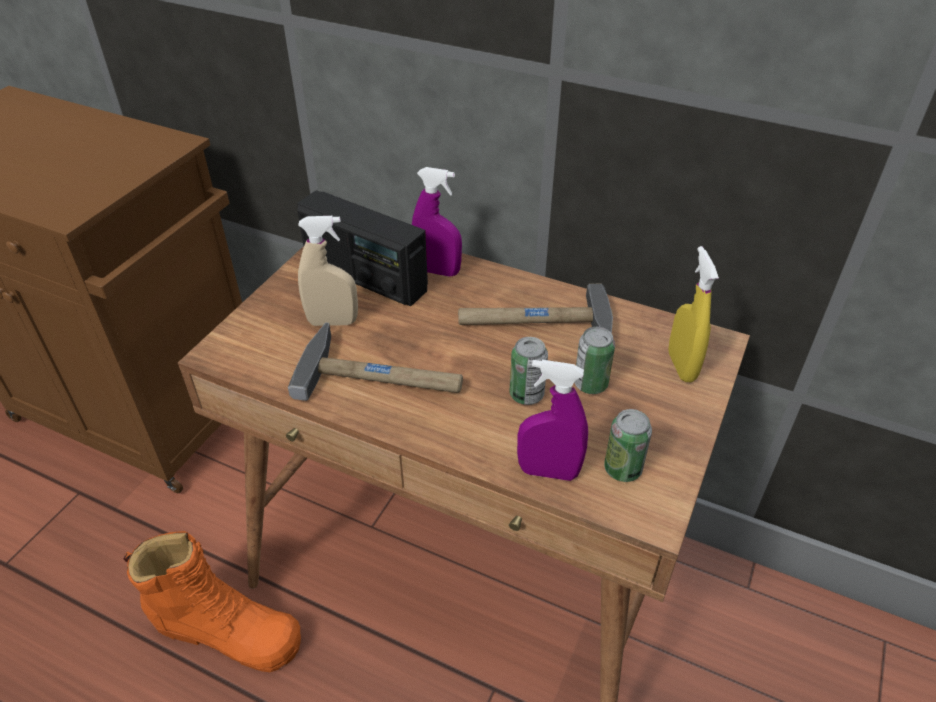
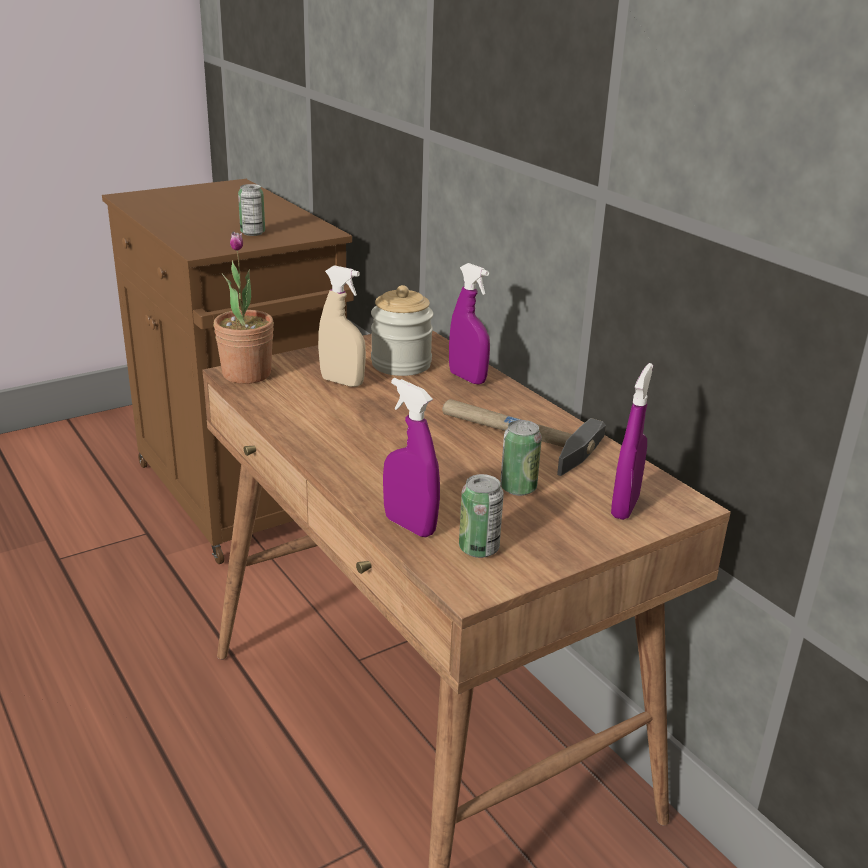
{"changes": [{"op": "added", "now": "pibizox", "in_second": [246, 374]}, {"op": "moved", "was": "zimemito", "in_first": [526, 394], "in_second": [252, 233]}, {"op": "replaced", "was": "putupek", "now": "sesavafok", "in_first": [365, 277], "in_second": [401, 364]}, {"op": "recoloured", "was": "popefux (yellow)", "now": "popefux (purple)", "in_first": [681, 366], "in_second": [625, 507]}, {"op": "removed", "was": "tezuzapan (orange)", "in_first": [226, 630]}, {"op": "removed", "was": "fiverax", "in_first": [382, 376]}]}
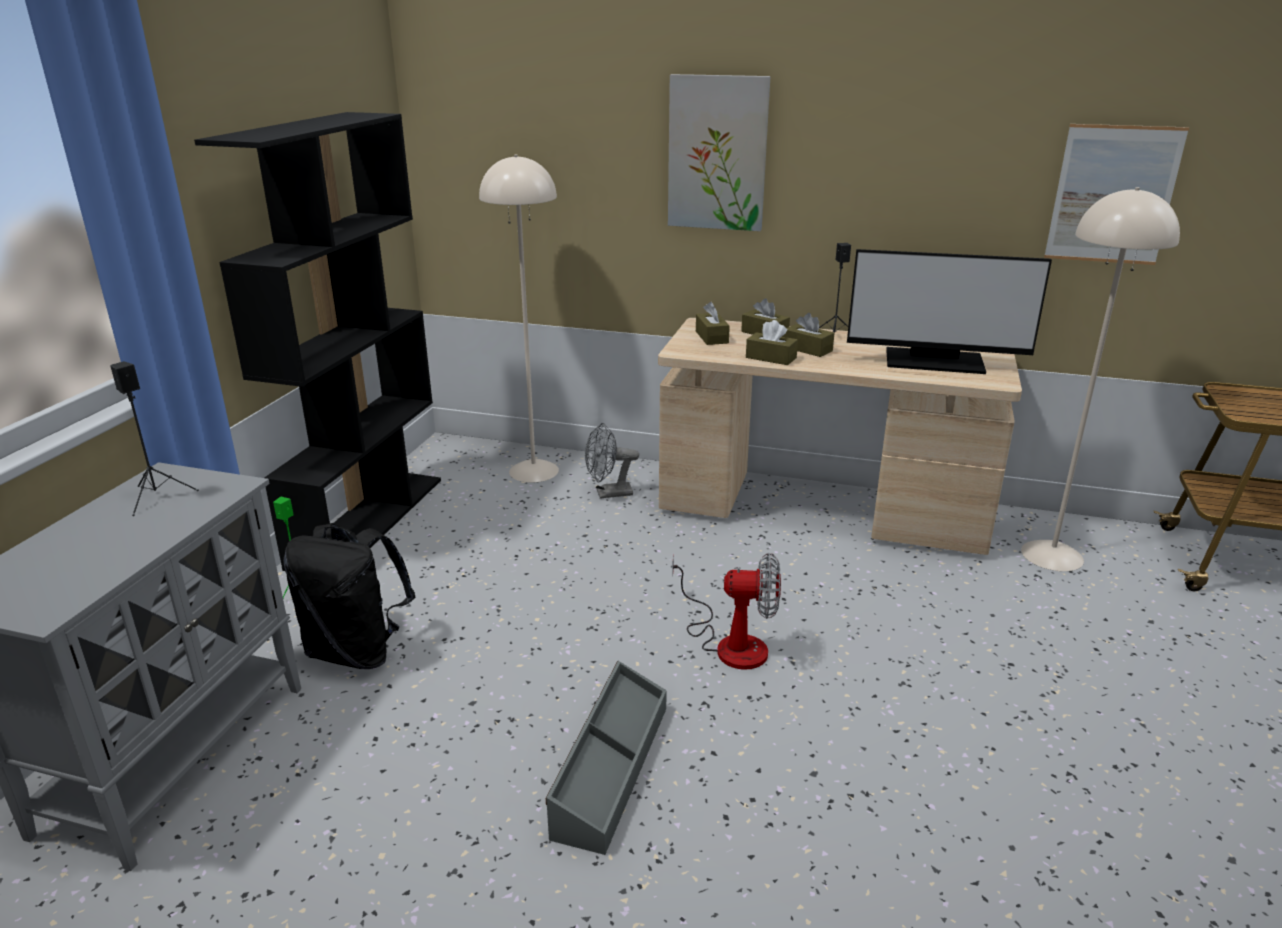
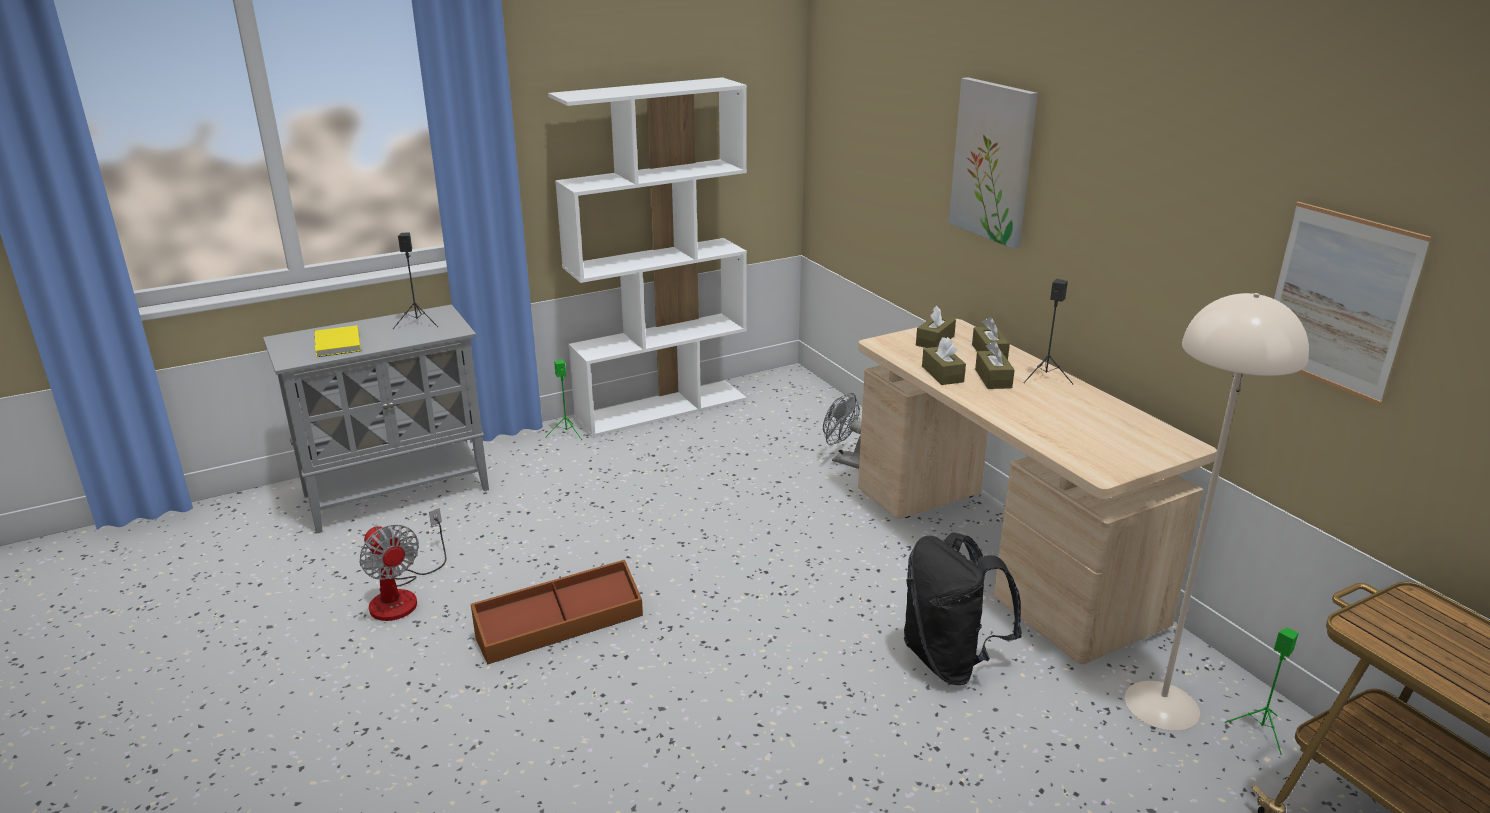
{"changes": [{"op": "added", "now": "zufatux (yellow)", "in_second": [337, 344]}, {"op": "moved", "was": "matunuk", "in_first": [730, 642], "in_second": [402, 595]}, {"op": "recoloured", "was": "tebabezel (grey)", "now": "tebabezel (brown)", "in_first": [609, 768], "in_second": [559, 625]}, {"op": "recoloured", "was": "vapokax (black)", "now": "vapokax (white)", "in_first": [368, 521], "in_second": [662, 408]}, {"op": "moved", "was": "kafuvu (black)", "in_first": [357, 651], "in_second": [950, 661]}, {"op": "added", "now": "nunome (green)", "in_second": [1261, 730]}, {"op": "removed", "was": "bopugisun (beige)", "in_first": [534, 470]}, {"op": "removed", "was": "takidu", "in_first": [934, 362]}]}
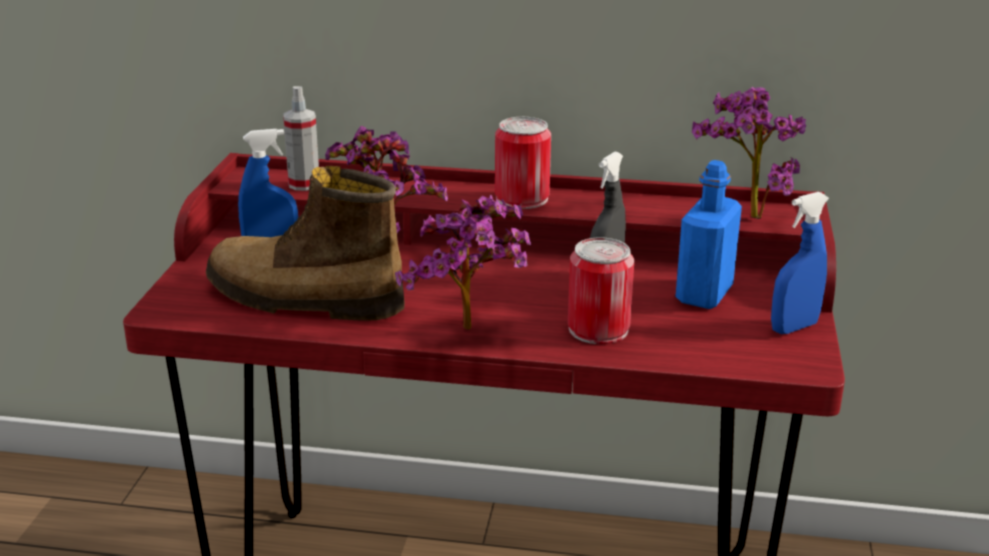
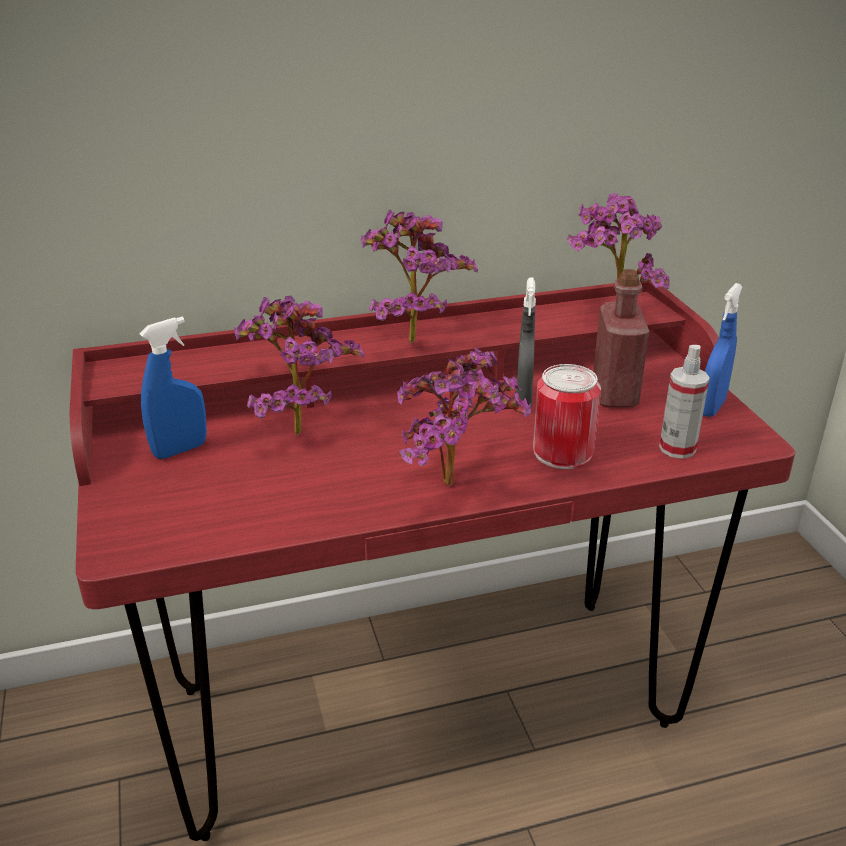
{"changes": [{"op": "replaced", "was": "zimemito", "now": "pibizox", "in_first": [522, 198], "in_second": [410, 337]}, {"op": "recoloured", "was": "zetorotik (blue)", "now": "zetorotik (red)", "in_first": [704, 294], "in_second": [614, 394]}, {"op": "moved", "was": "popefux", "in_first": [304, 184], "in_second": [677, 448]}, {"op": "removed", "was": "tezuzapan", "in_first": [303, 300]}]}
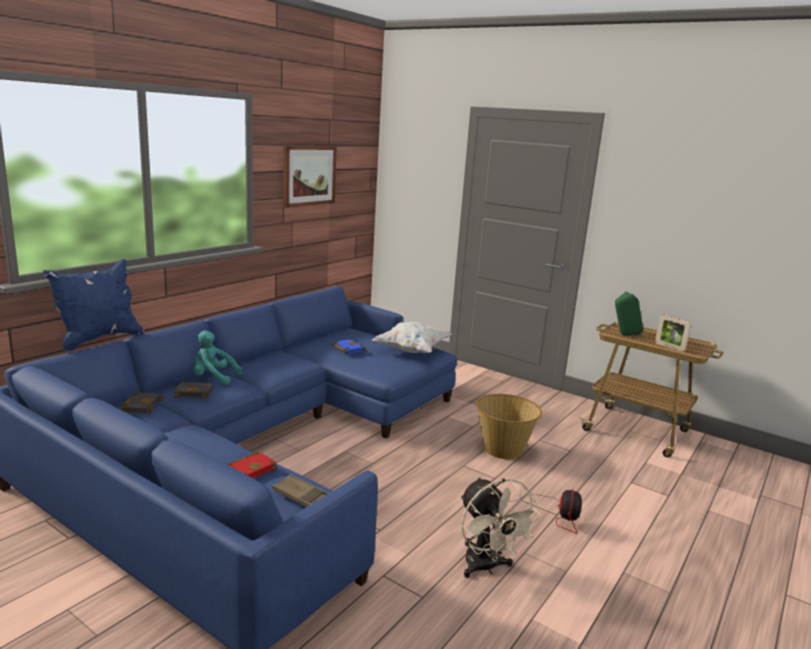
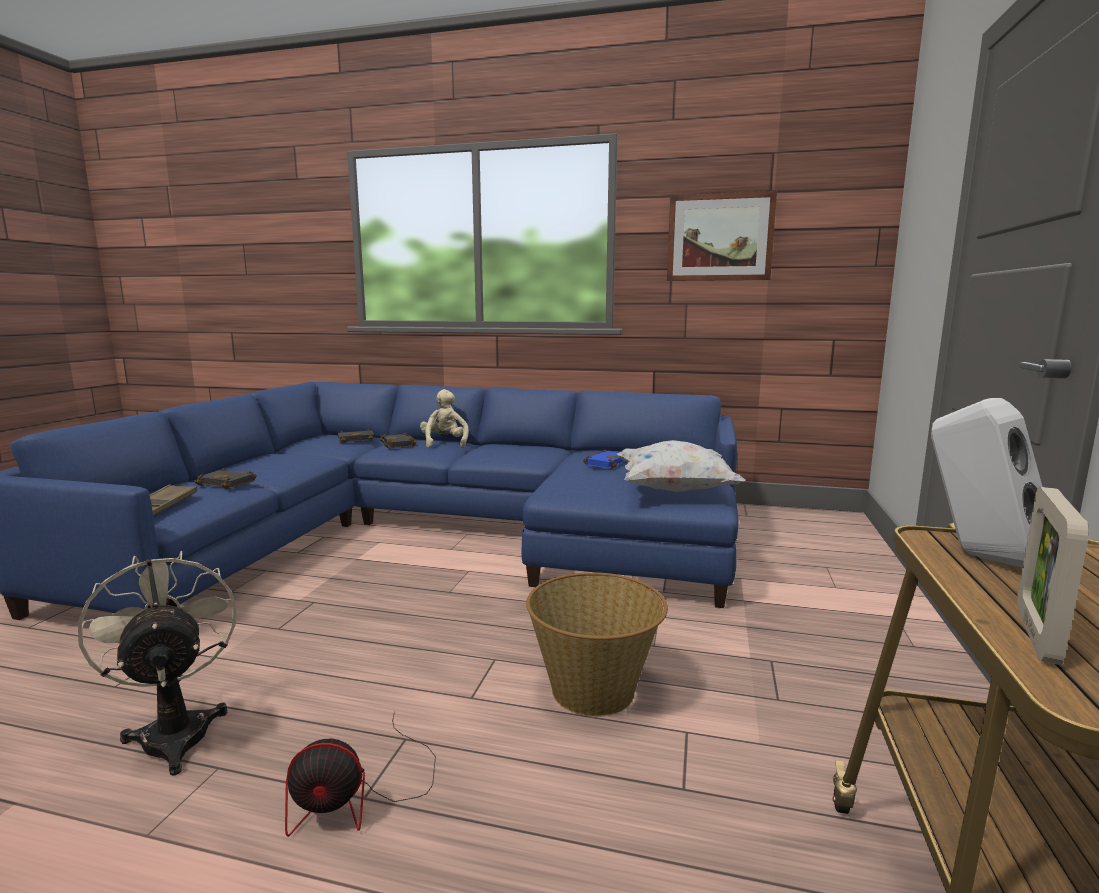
{"changes": [{"op": "turned", "was": "matunuk (beige)", "in_first": [486, 567], "in_second": [176, 730], "clockwise": 105}, {"op": "recoloured", "was": "zufatux (red)", "now": "zufatux (black)", "in_first": [251, 470], "in_second": [229, 483]}, {"op": "recoloured", "was": "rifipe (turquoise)", "now": "rifipe (beige)", "in_first": [213, 378], "in_second": [445, 443]}, {"op": "recoloured", "was": "nunome (green)", "now": "nunome (white)", "in_first": [624, 335], "in_second": [976, 555]}, {"op": "removed", "was": "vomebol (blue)", "in_first": [99, 339]}]}
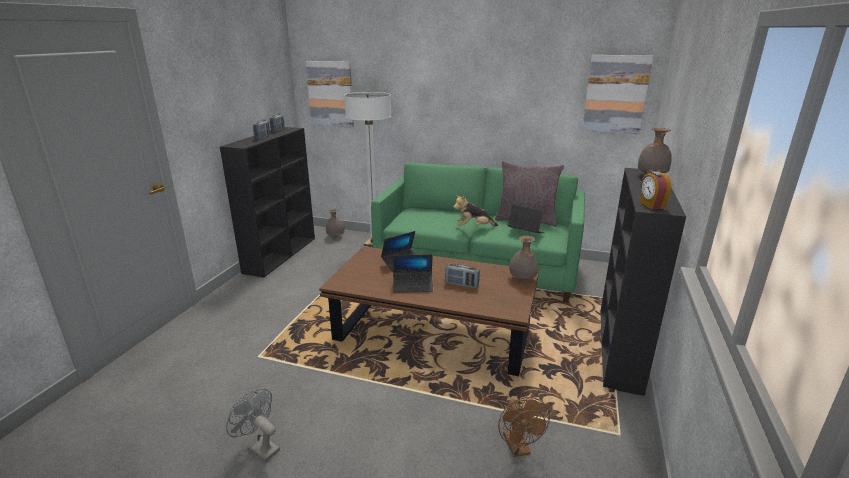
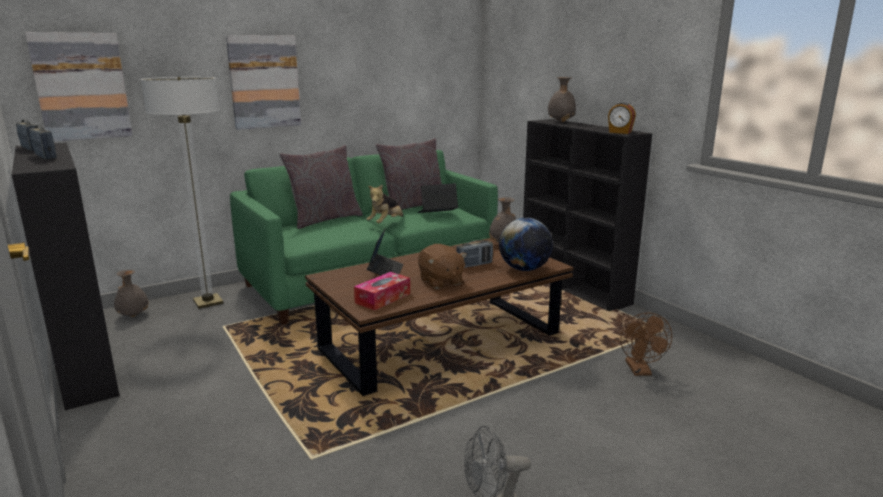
{"changes": [{"op": "moved", "was": "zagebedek", "in_first": [615, 94], "in_second": [264, 82]}, {"op": "added", "now": "vomebol (grey)", "in_second": [324, 219]}, {"op": "added", "now": "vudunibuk", "in_second": [383, 298]}, {"op": "replaced", "was": "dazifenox", "now": "rifipe (brown)", "in_first": [413, 286], "in_second": [440, 281]}, {"op": "added", "now": "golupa", "in_second": [524, 269]}, {"op": "turned", "was": "matunuk (brown)", "in_first": [519, 448], "in_second": [640, 371], "clockwise": 60}]}
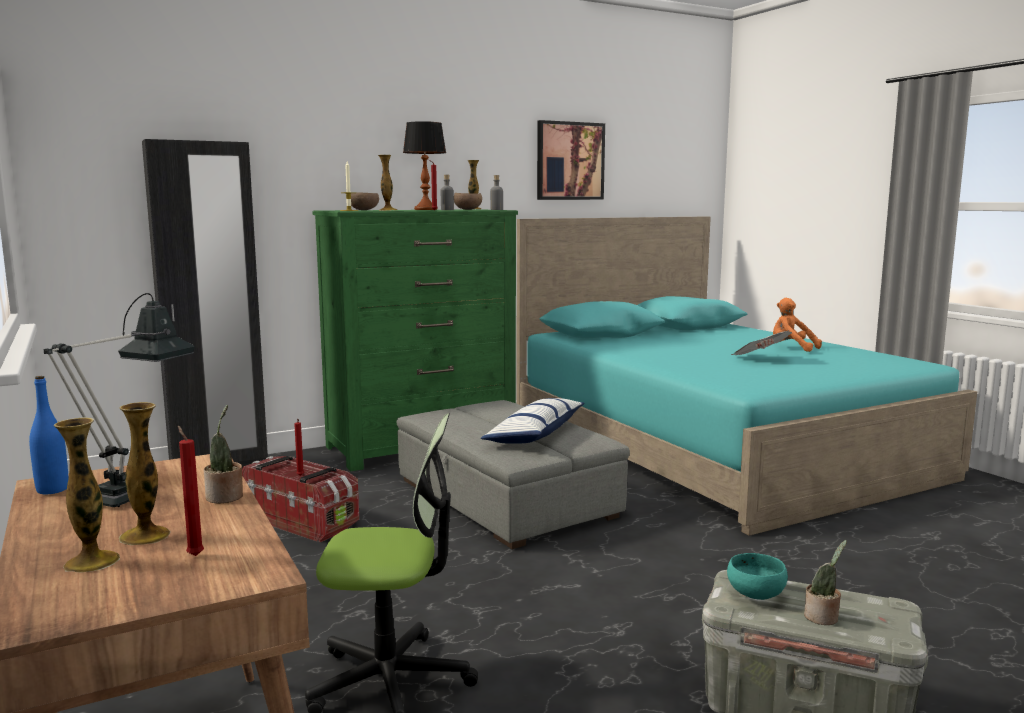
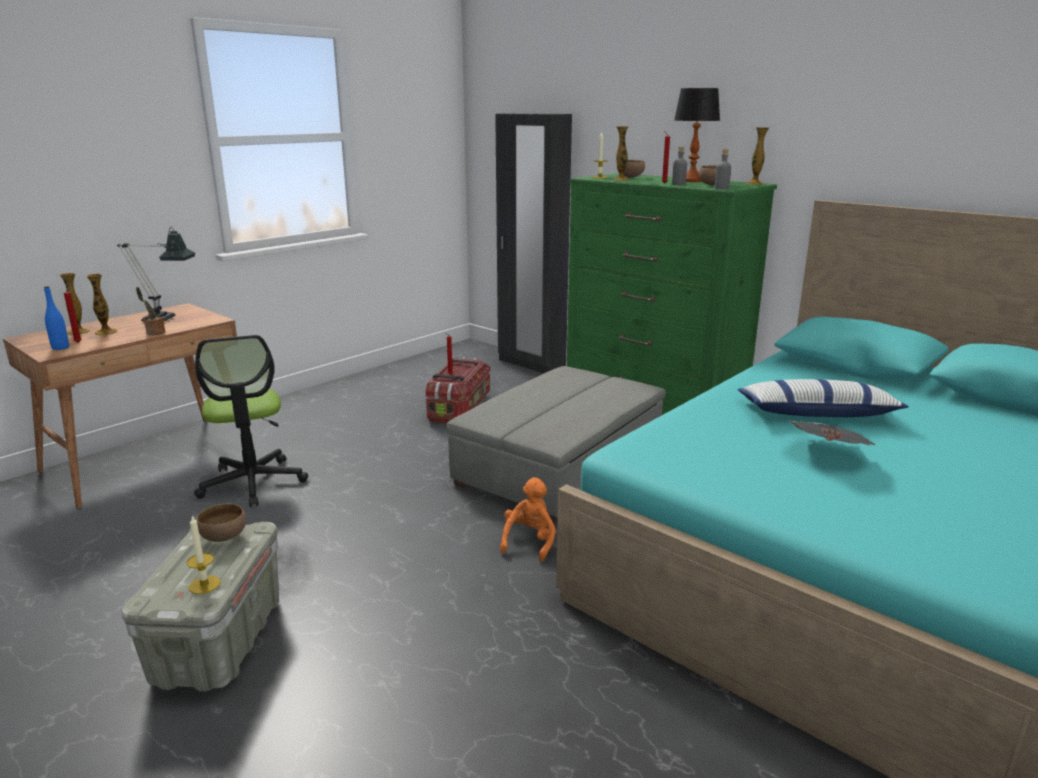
{"changes": [{"op": "moved", "was": "zetorotik (blue)", "in_first": [52, 490], "in_second": [60, 348]}, {"op": "added", "now": "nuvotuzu", "in_second": [204, 585]}, {"op": "recoloured", "was": "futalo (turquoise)", "now": "futalo (brown)", "in_first": [754, 594], "in_second": [224, 536]}, {"op": "moved", "was": "rifipe (orange)", "in_first": [791, 348], "in_second": [529, 542]}, {"op": "moved", "was": "vomebol", "in_first": [535, 434], "in_second": [816, 414]}, {"op": "removed", "was": "zagebedek", "in_first": [570, 161]}, {"op": "removed", "was": "pibizox", "in_first": [823, 618]}]}
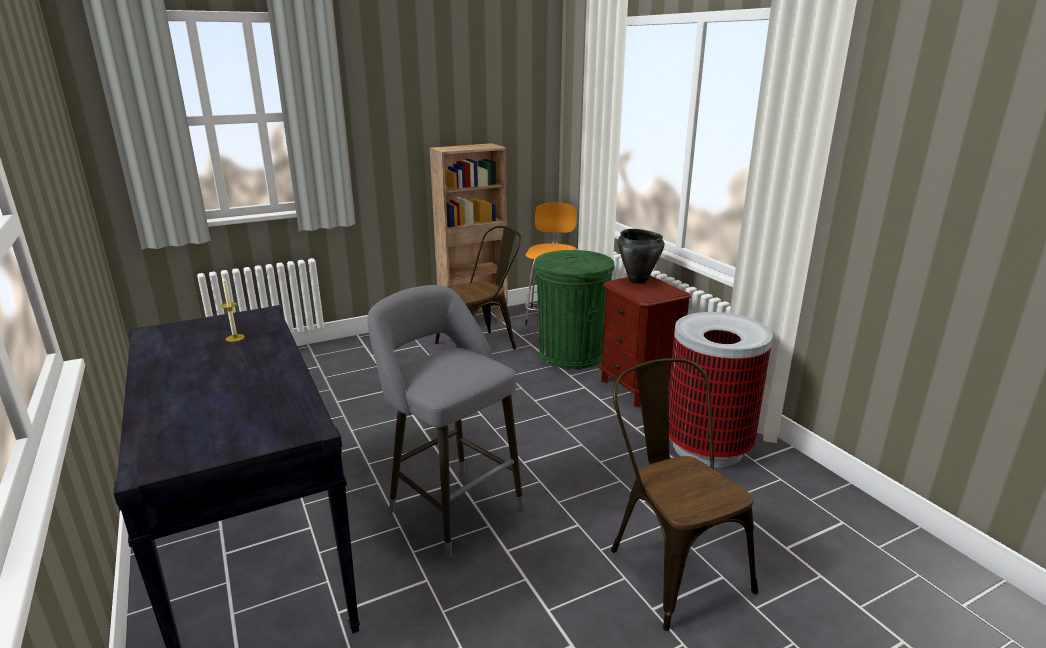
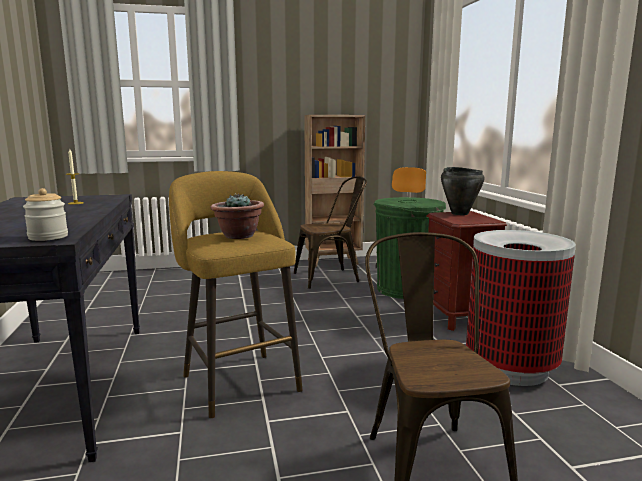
{"changes": [{"op": "added", "now": "sesavafok", "in_second": [48, 237]}, {"op": "recoloured", "was": "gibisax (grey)", "now": "gibisax (yellow)", "in_first": [451, 506], "in_second": [238, 380]}, {"op": "added", "now": "pibizox", "in_second": [238, 236]}]}
